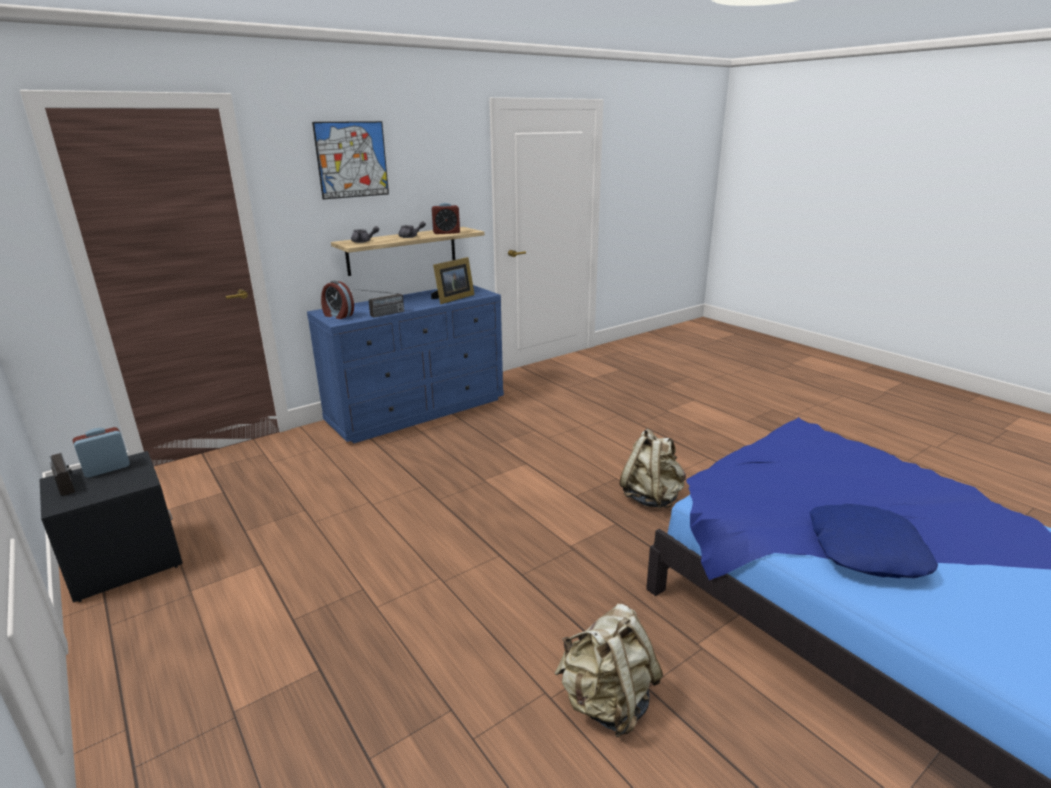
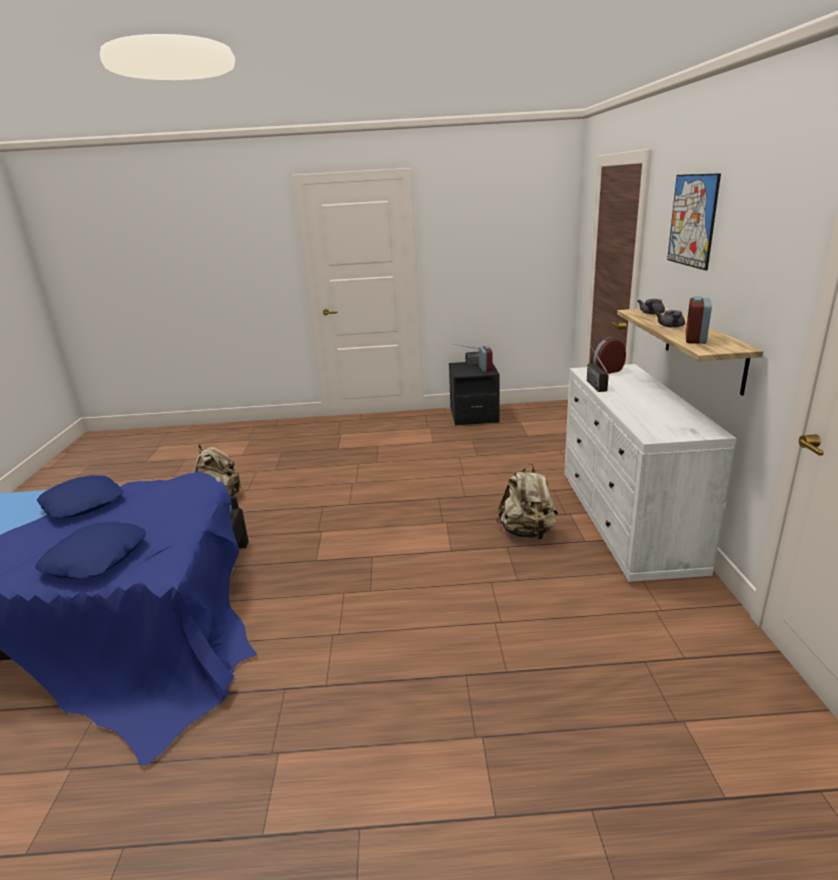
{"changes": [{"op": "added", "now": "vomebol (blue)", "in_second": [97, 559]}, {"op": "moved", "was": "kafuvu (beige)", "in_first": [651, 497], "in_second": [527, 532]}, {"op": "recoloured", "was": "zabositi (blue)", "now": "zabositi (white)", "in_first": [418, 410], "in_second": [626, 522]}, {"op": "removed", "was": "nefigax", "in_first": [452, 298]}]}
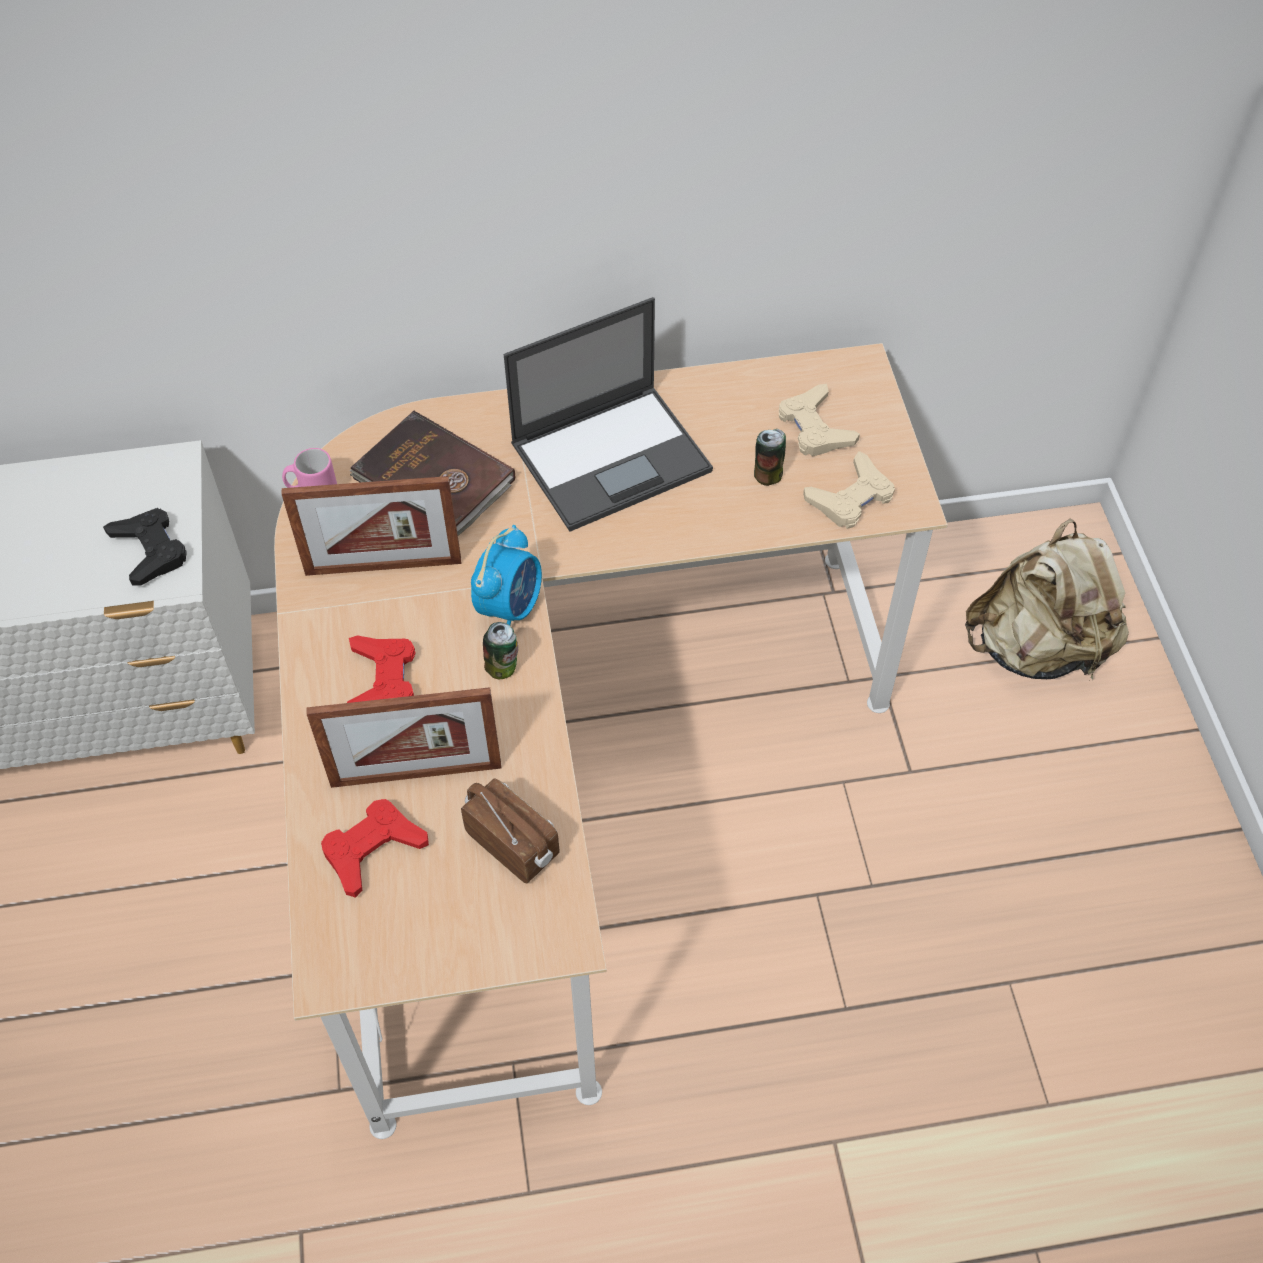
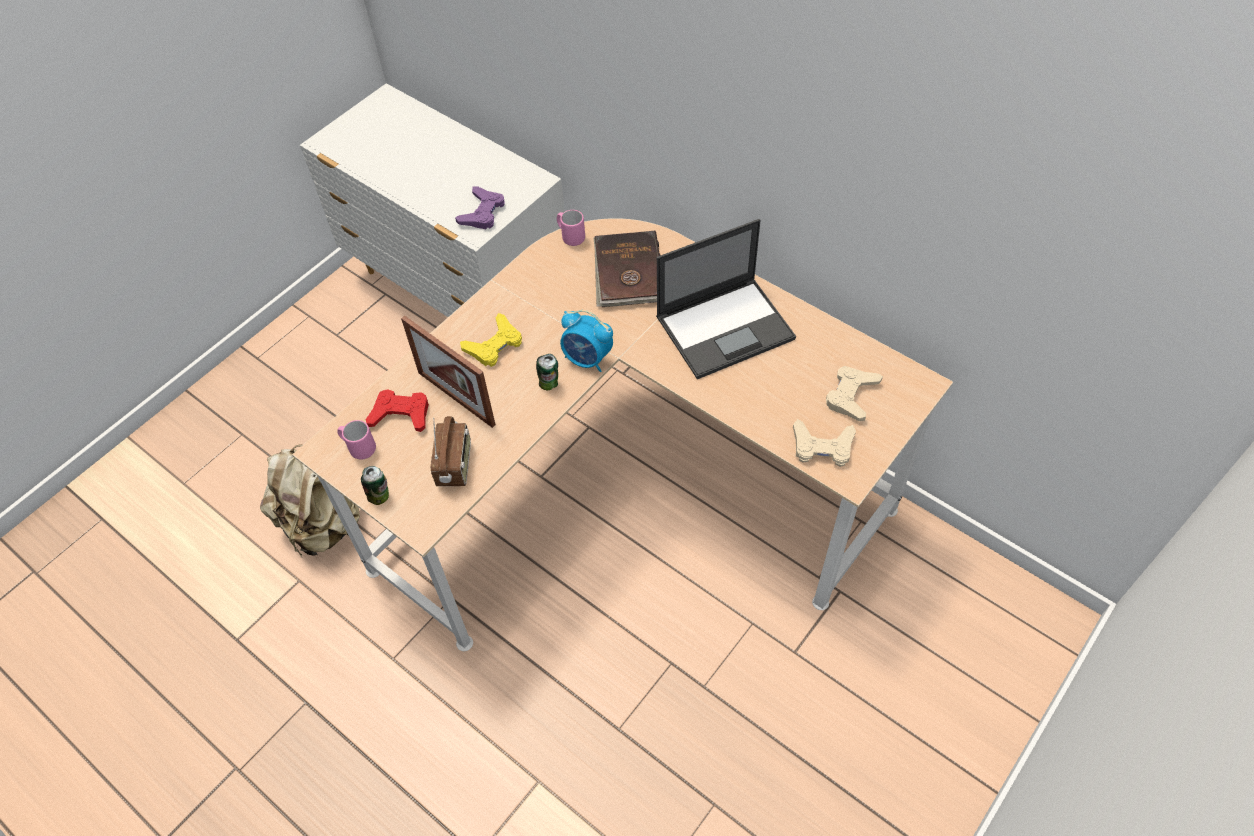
{"changes": [{"op": "moved", "was": "kafuvu (beige)", "in_first": [1037, 648], "in_second": [324, 524]}, {"op": "added", "now": "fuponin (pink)", "in_second": [359, 448]}, {"op": "moved", "was": "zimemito", "in_first": [768, 474], "in_second": [380, 496]}, {"op": "recoloured", "was": "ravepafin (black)", "now": "ravepafin (purple)", "in_first": [150, 550], "in_second": [482, 212]}, {"op": "recoloured", "was": "ravepafin (red)", "now": "ravepafin (yellow)", "in_first": [382, 680], "in_second": [494, 345]}, {"op": "turned", "was": "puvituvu", "in_first": [510, 607], "in_second": [587, 359], "clockwise": 45}, {"op": "turned", "was": "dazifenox", "in_first": [613, 456], "in_second": [726, 327], "clockwise": -45}, {"op": "removed", "was": "nefigax", "in_first": [383, 567]}]}
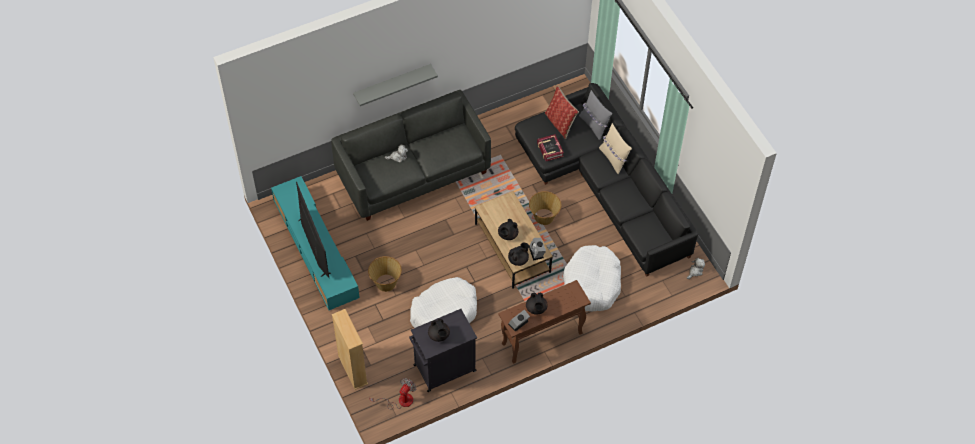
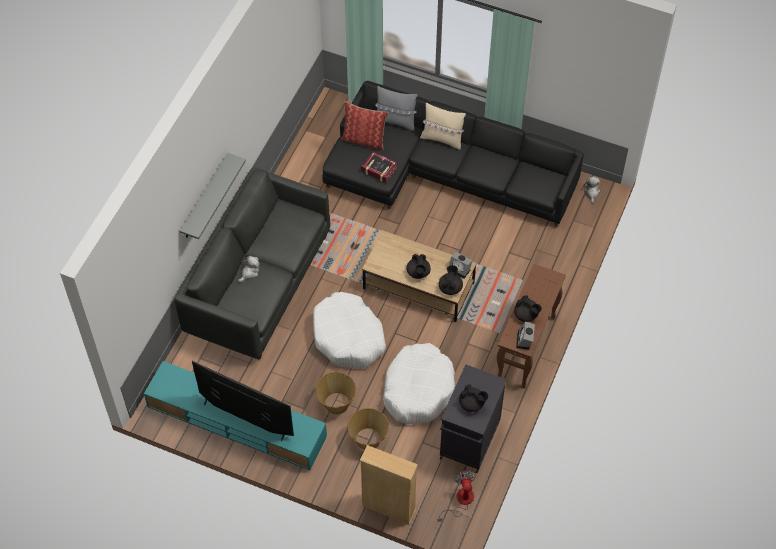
{"changes": [{"op": "moved", "was": "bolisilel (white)", "in_first": [592, 283], "in_second": [348, 337]}, {"op": "moved", "was": "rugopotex", "in_first": [544, 217], "in_second": [368, 439]}]}
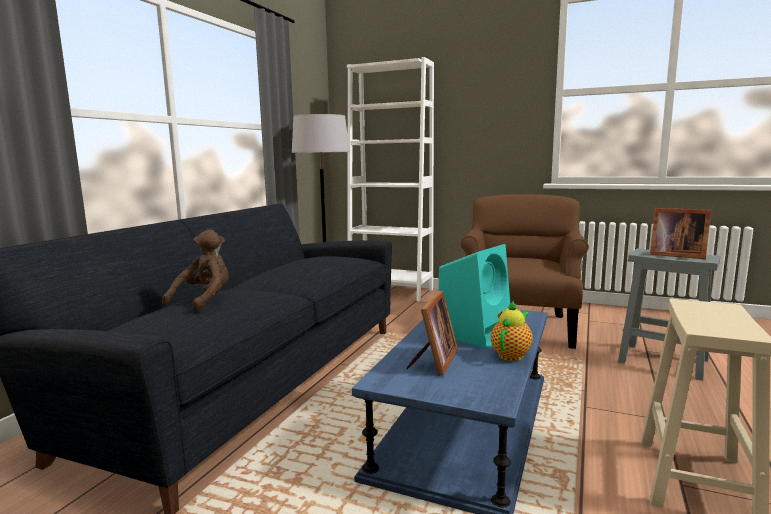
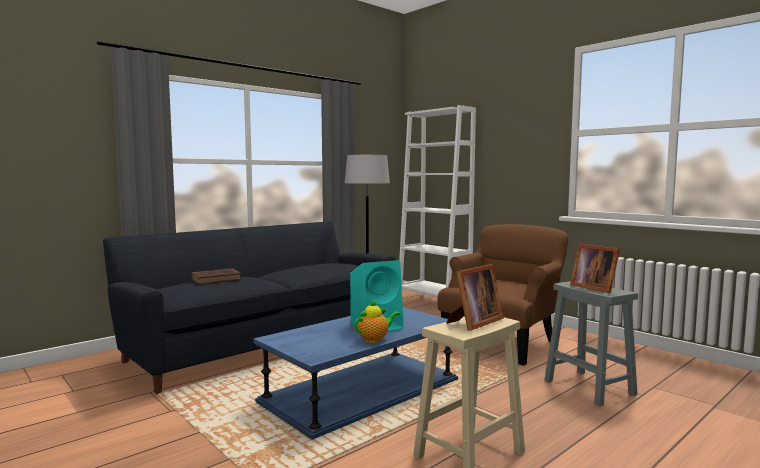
{"changes": [{"op": "replaced", "was": "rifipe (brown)", "now": "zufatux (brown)", "in_first": [204, 301], "in_second": [217, 279]}, {"op": "moved", "was": "nefigax", "in_first": [434, 362], "in_second": [474, 323]}]}
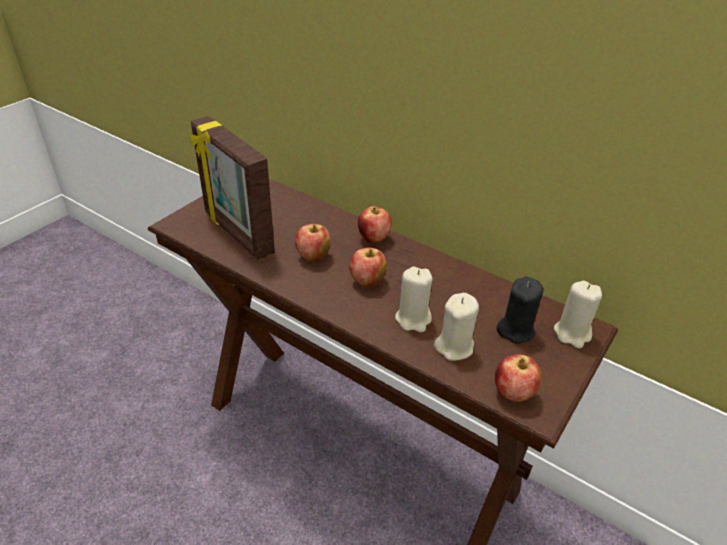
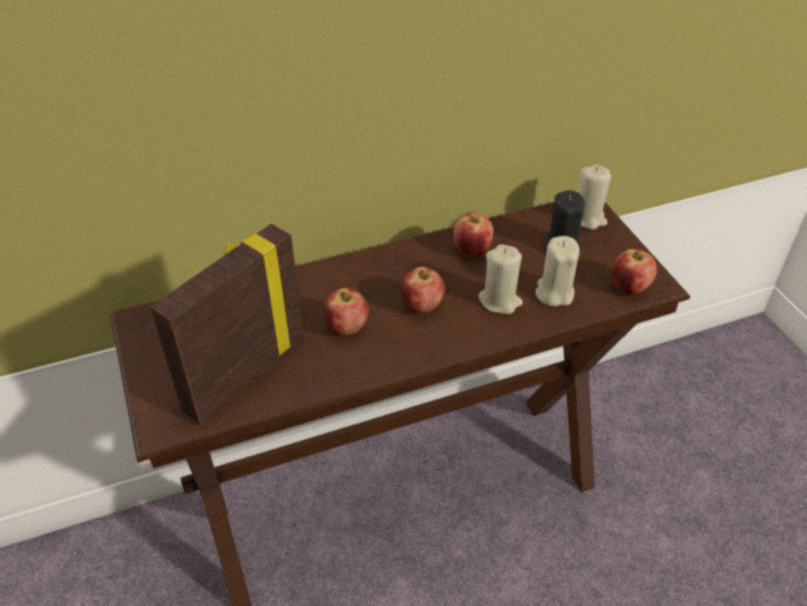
{"changes": [{"op": "turned", "was": "nefigax", "in_first": [237, 233], "in_second": [244, 374], "clockwise": 135}, {"op": "moved", "was": "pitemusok", "in_first": [373, 239], "in_second": [472, 251]}]}
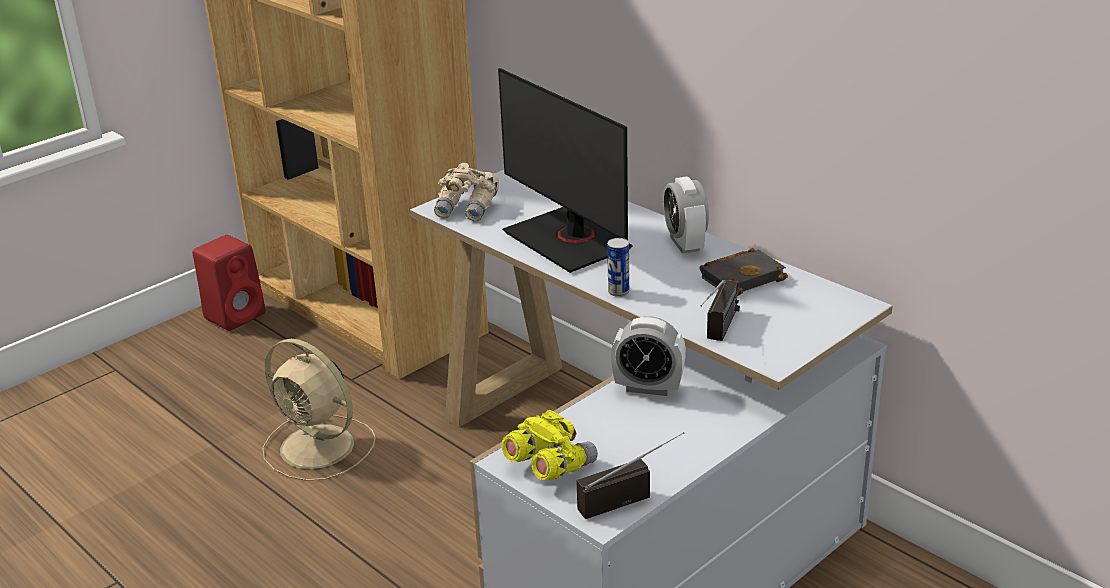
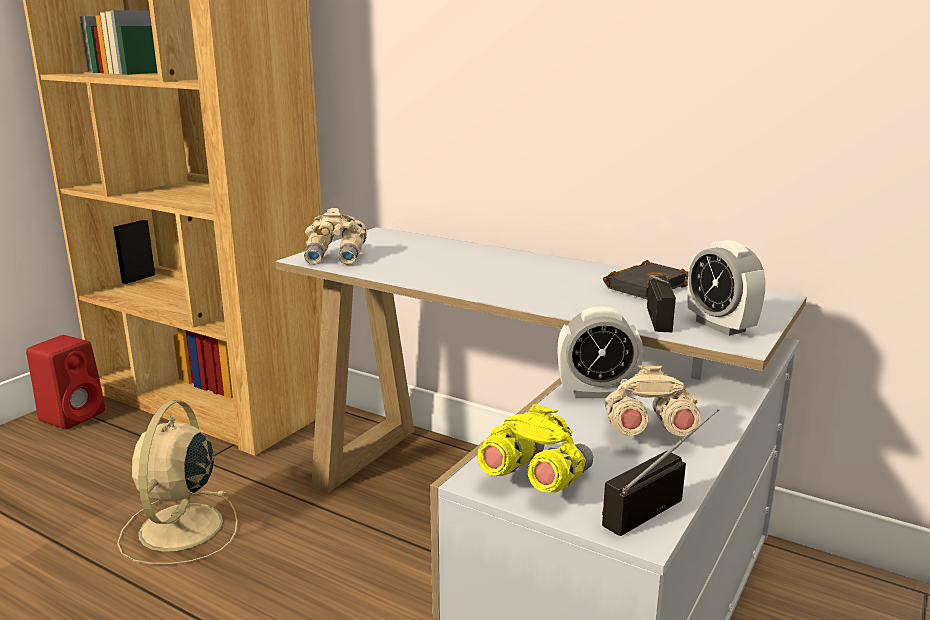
{"changes": [{"op": "turned", "was": "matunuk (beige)", "in_first": [320, 448], "in_second": [179, 529], "clockwise": 75}, {"op": "added", "now": "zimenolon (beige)", "in_second": [646, 433]}, {"op": "moved", "was": "puvituvu", "in_first": [685, 244], "in_second": [720, 326]}, {"op": "removed", "was": "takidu", "in_first": [568, 240]}, {"op": "removed", "was": "zimemito", "in_first": [618, 291]}]}
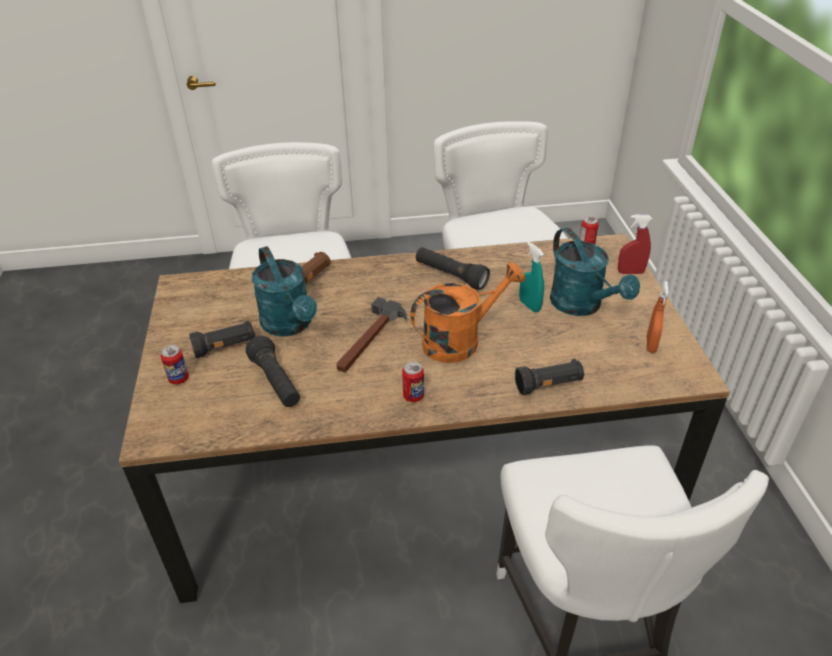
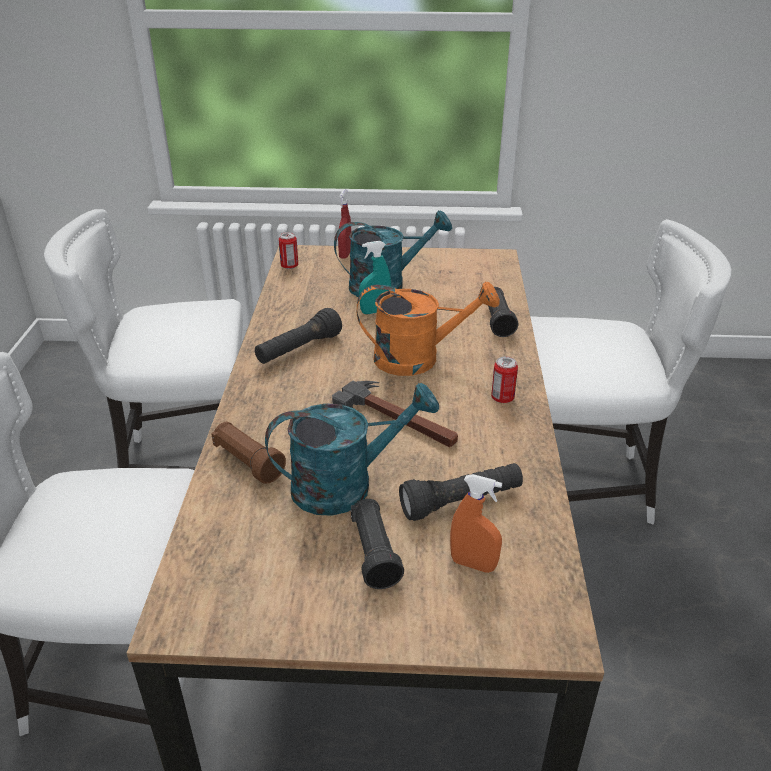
{"changes": [{"op": "turned", "was": "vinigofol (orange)", "in_first": [460, 340], "in_second": [418, 358], "clockwise": 105}, {"op": "moved", "was": "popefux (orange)", "in_first": [651, 345], "in_second": [473, 564]}, {"op": "removed", "was": "zimemito", "in_first": [179, 379]}]}
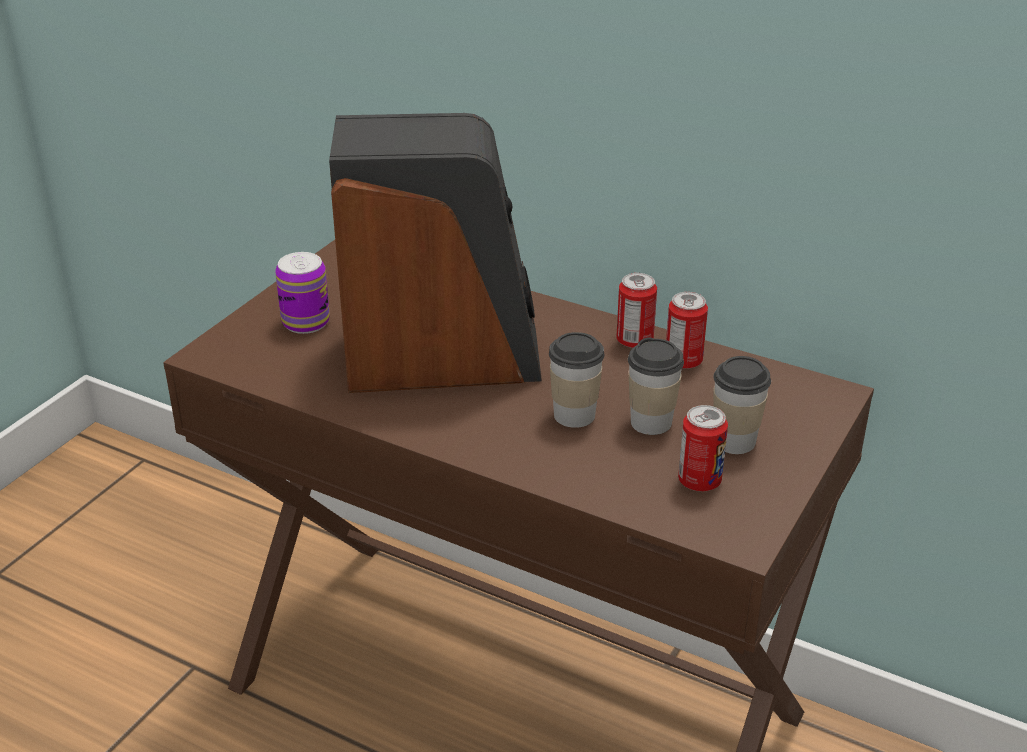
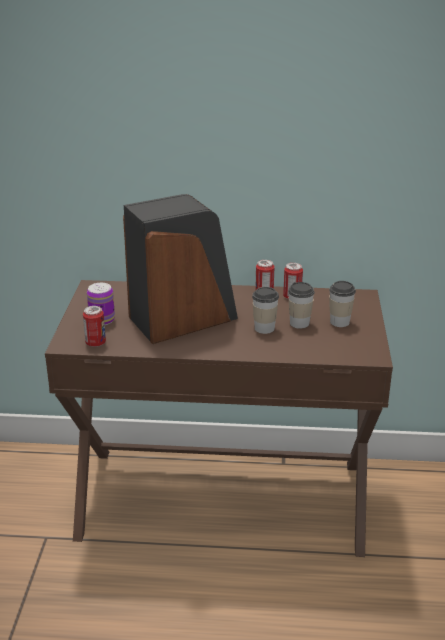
{"changes": [{"op": "moved", "was": "zimemito", "in_first": [699, 481], "in_second": [95, 343]}]}
